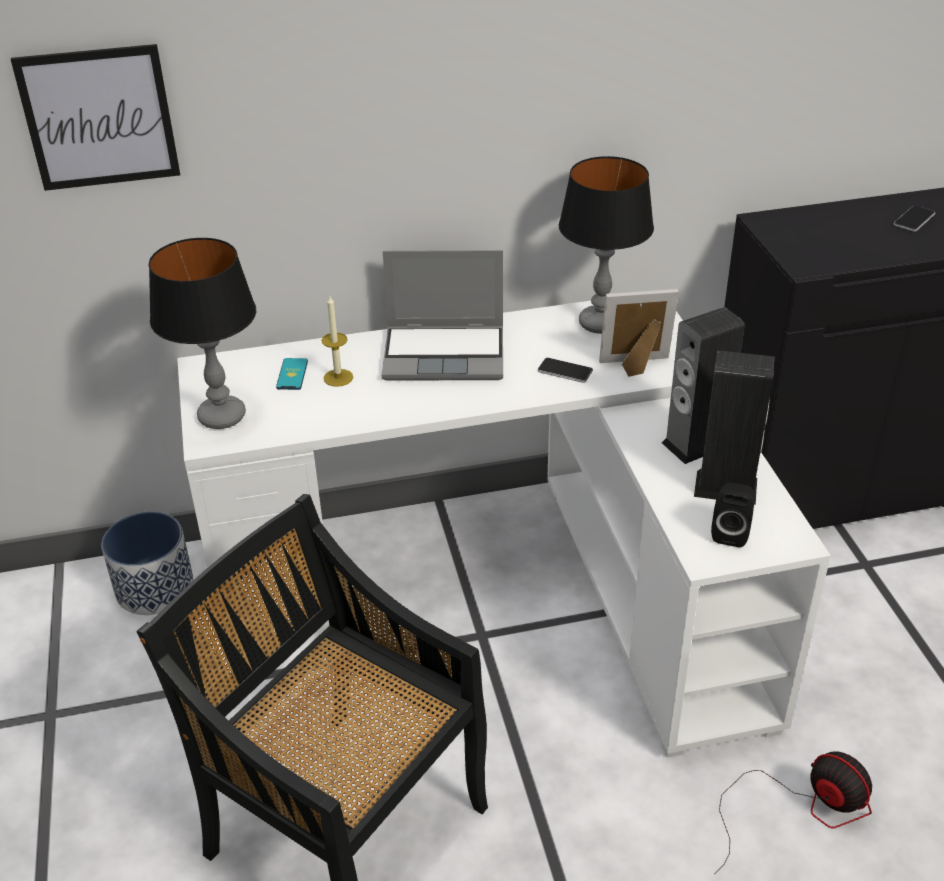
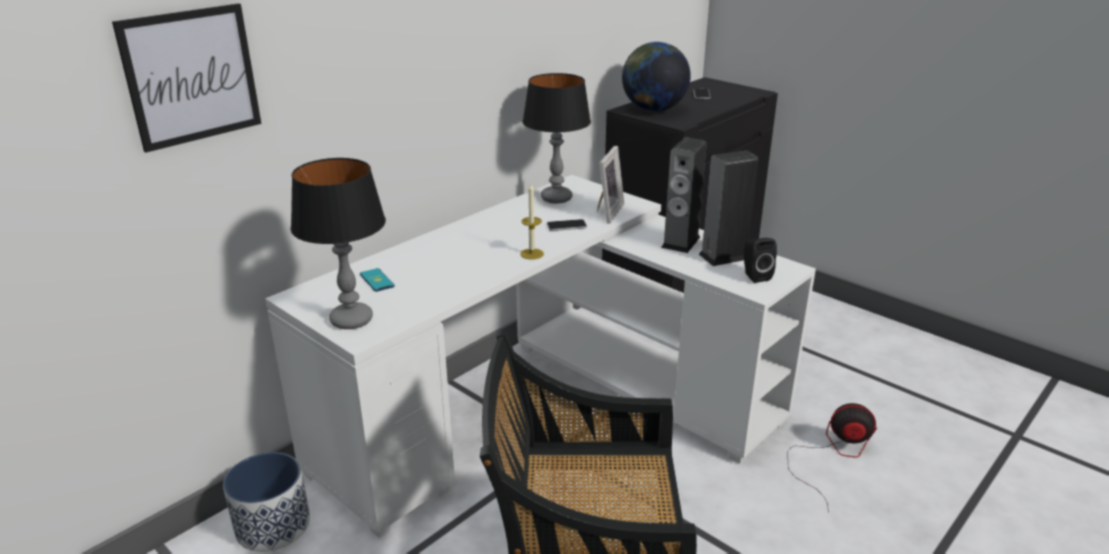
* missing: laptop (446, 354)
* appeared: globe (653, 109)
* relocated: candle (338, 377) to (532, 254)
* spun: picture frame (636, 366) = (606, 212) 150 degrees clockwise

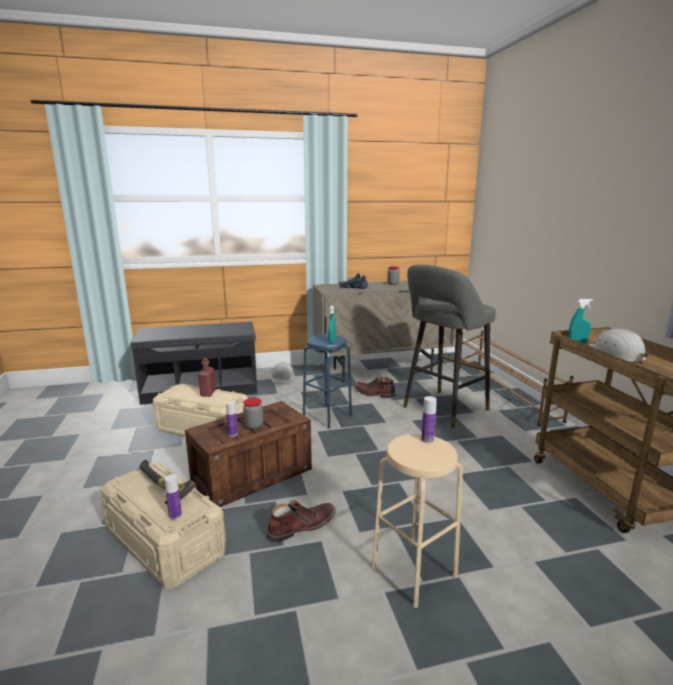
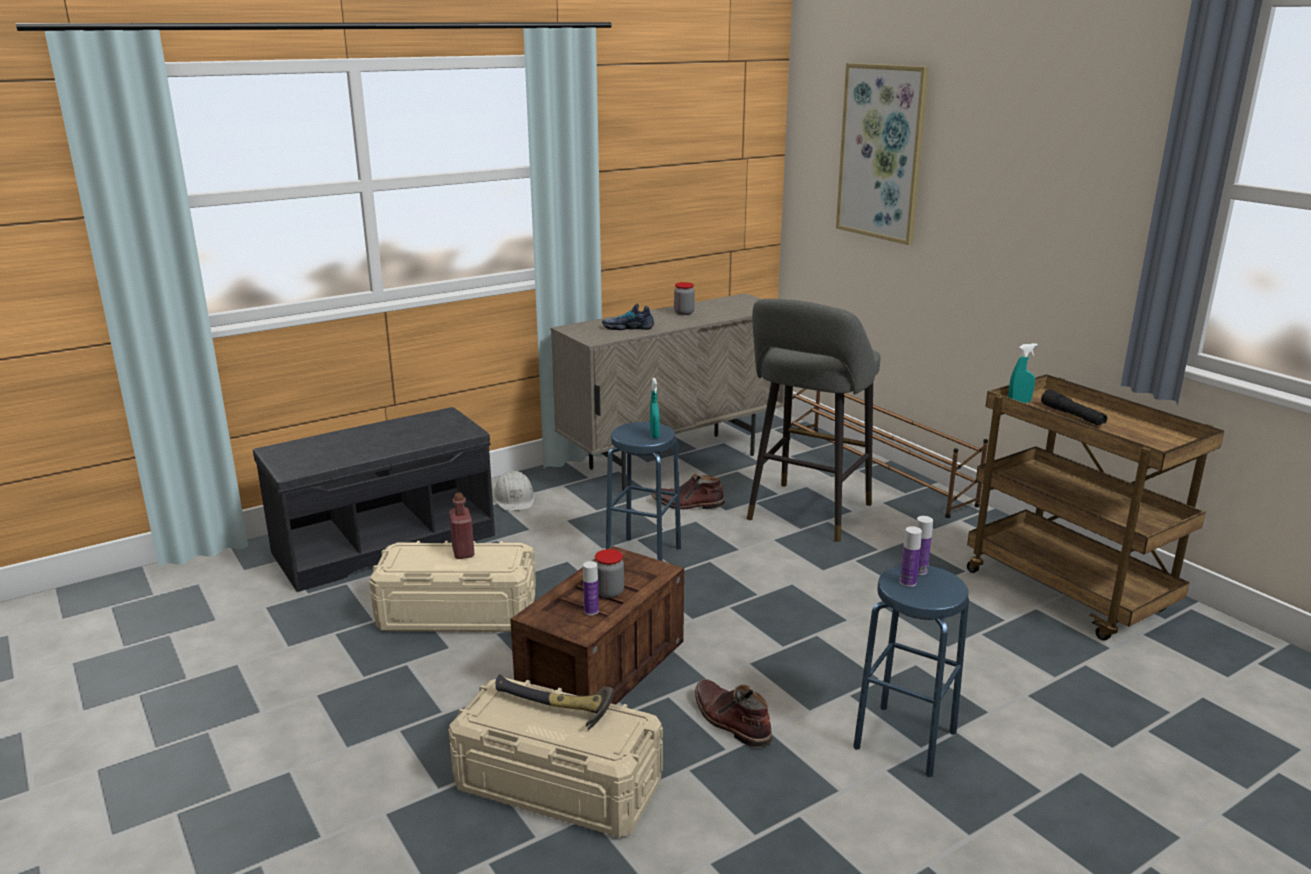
* appeared: picture (882, 152)
* relocated: bottle (175, 515) to (908, 582)
* exchanged: hard hat (white) (615, 354) to flashlight (black) (1072, 415)
* colour: stool (beige) (414, 572) to stool (blue) (905, 740)
* spun: boot (brown) (301, 526) = (730, 721) 75 degrees counterclockwise

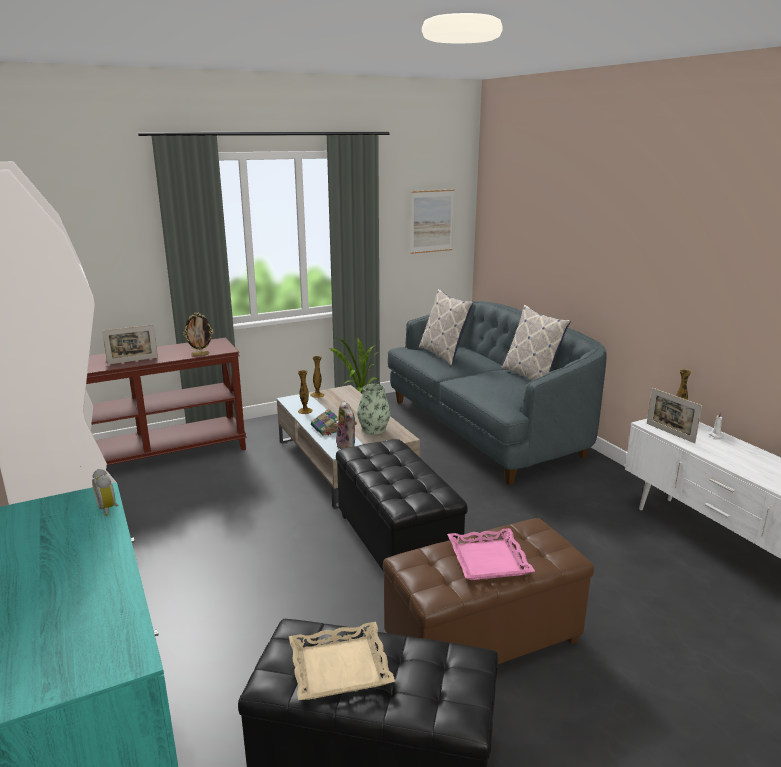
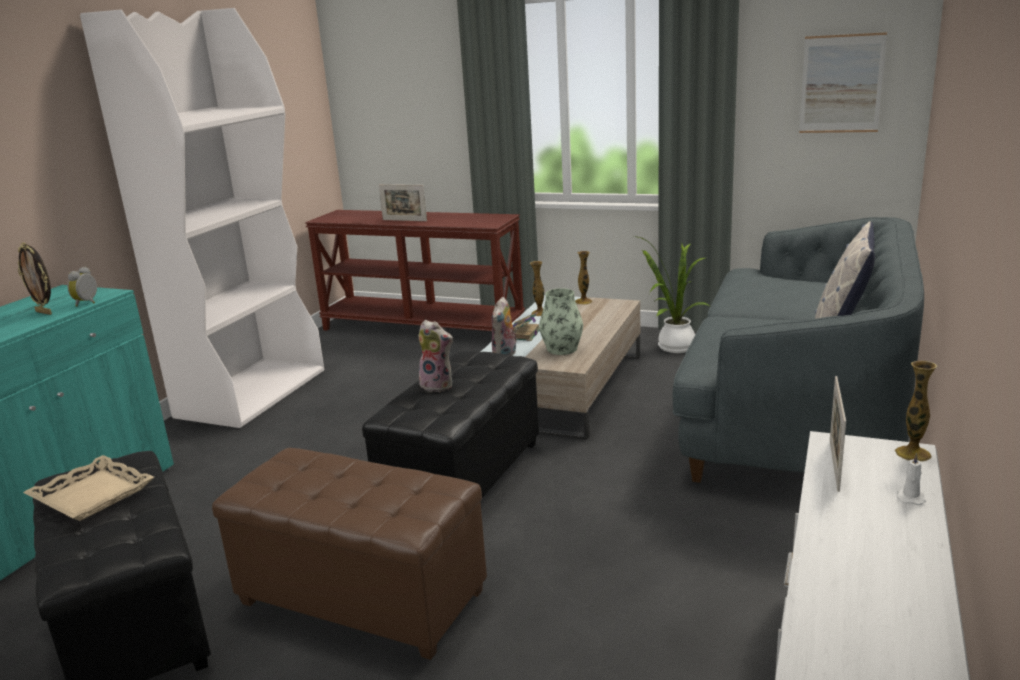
* missing: pillow (443, 355)
* missing: tray (pink) (489, 560)
* appeared: plush toy (439, 385)
* relocated: picture frame (200, 354) to (45, 312)

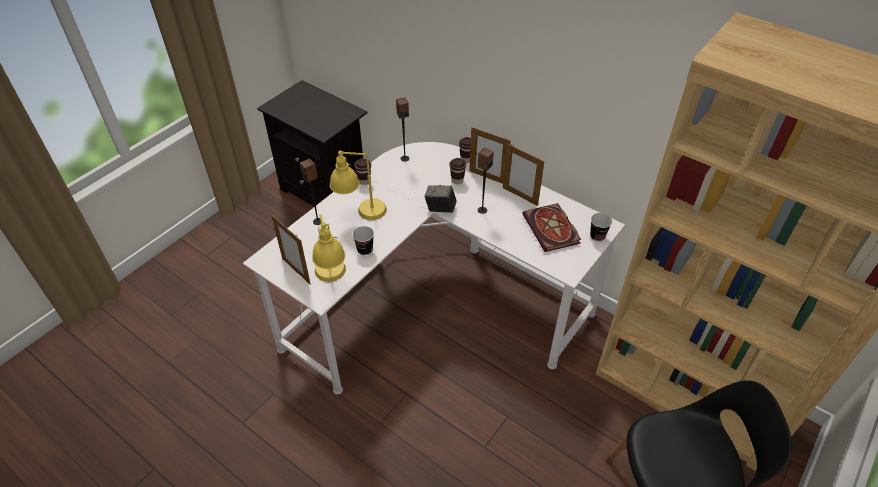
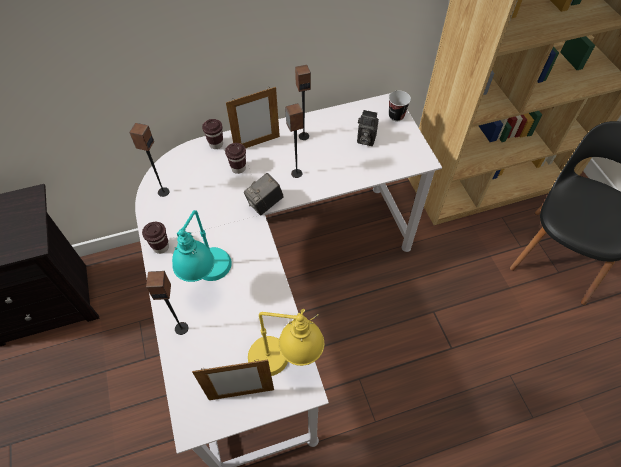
* missing: cup (365, 250)
* exchanged: picture frame (520, 196) to speaker (303, 136)
* exchanged: book (552, 230) to photo camera (365, 139)
* colour: table lamp (yellow) (360, 214) to table lamp (turquoise) (209, 279)

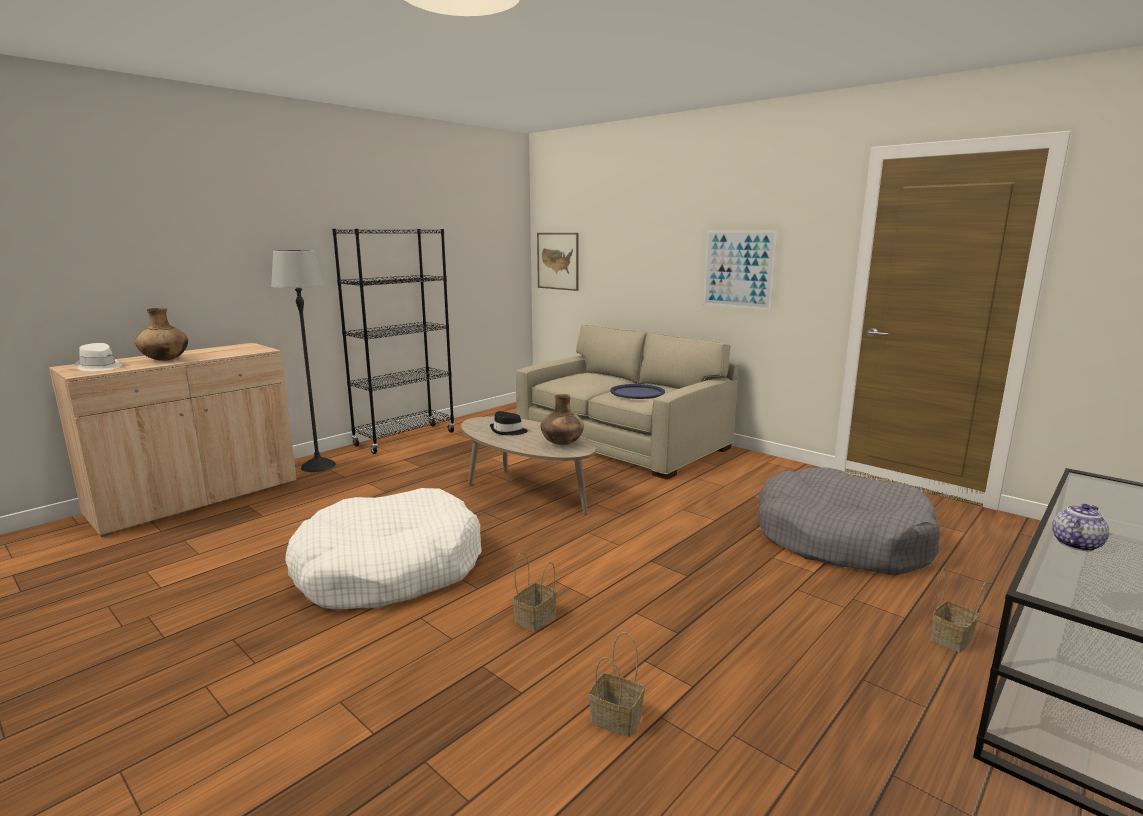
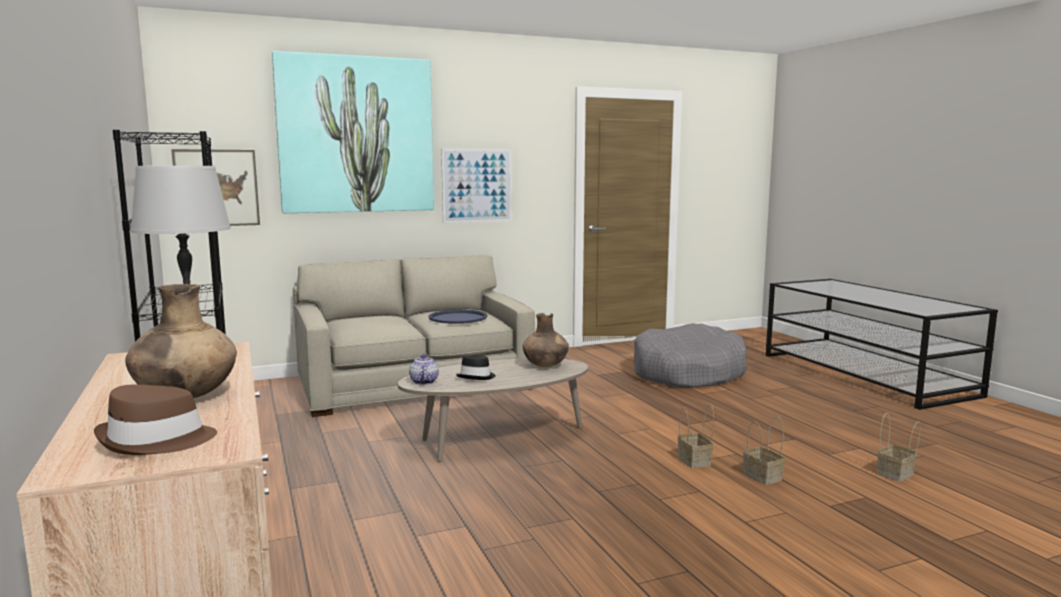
* missing: dog bed (white) (389, 569)
* appeared: picture (356, 135)
* relocated: basket (951, 639) to (695, 461)
* relocated: teapot (1076, 544) to (423, 381)
* colour: hat (white) (99, 367) to hat (brown) (157, 441)

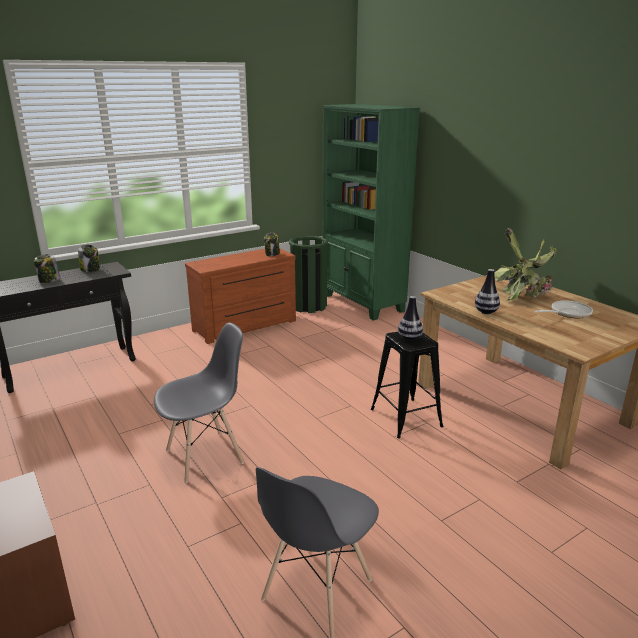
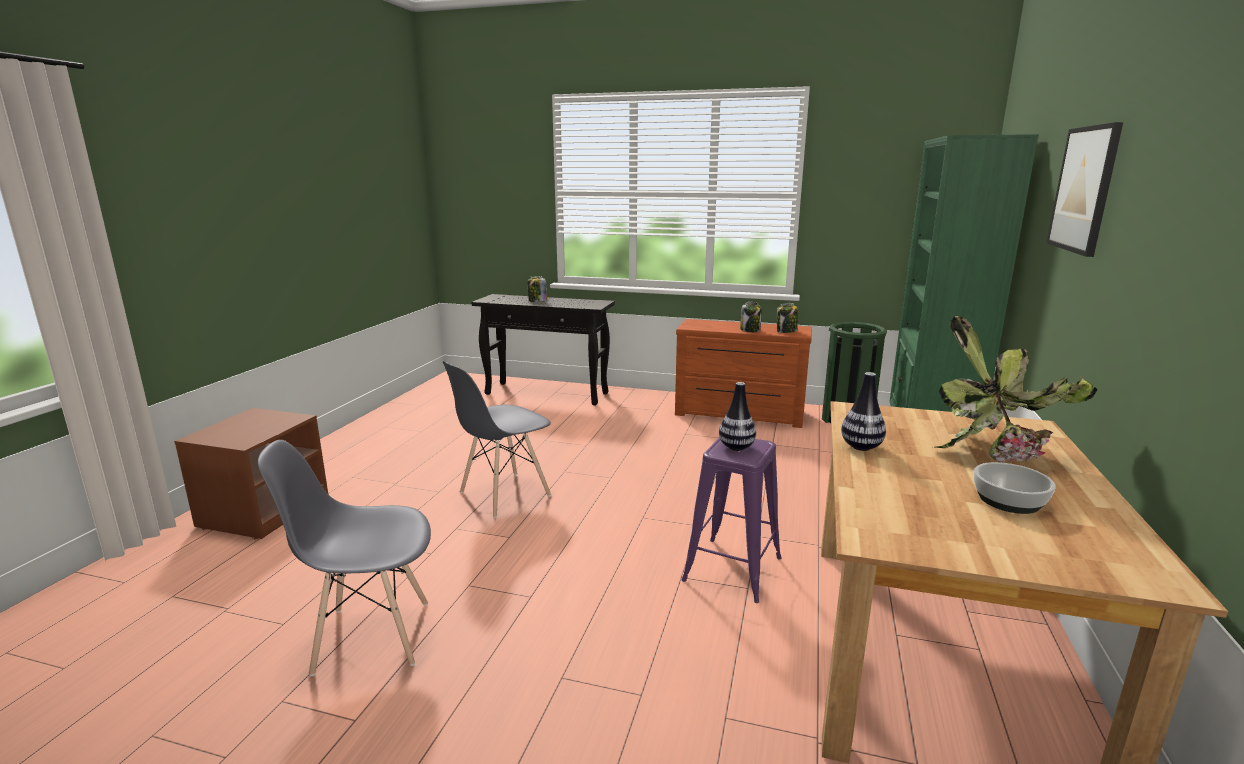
* appeared: picture (1084, 189)
* relocated: jar (90, 269) to (750, 330)
* exchanged: frying pan (567, 313) to bowl (1008, 500)
* colour: stool (black) (406, 418) to stool (purple) (732, 569)
* spun: chair (grey) (205, 456) = (504, 494) 120 degrees clockwise

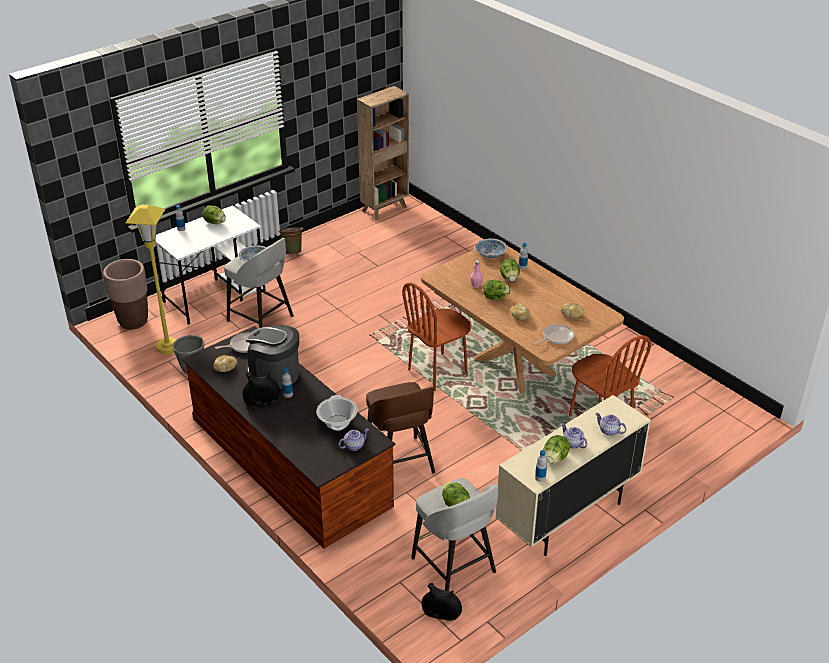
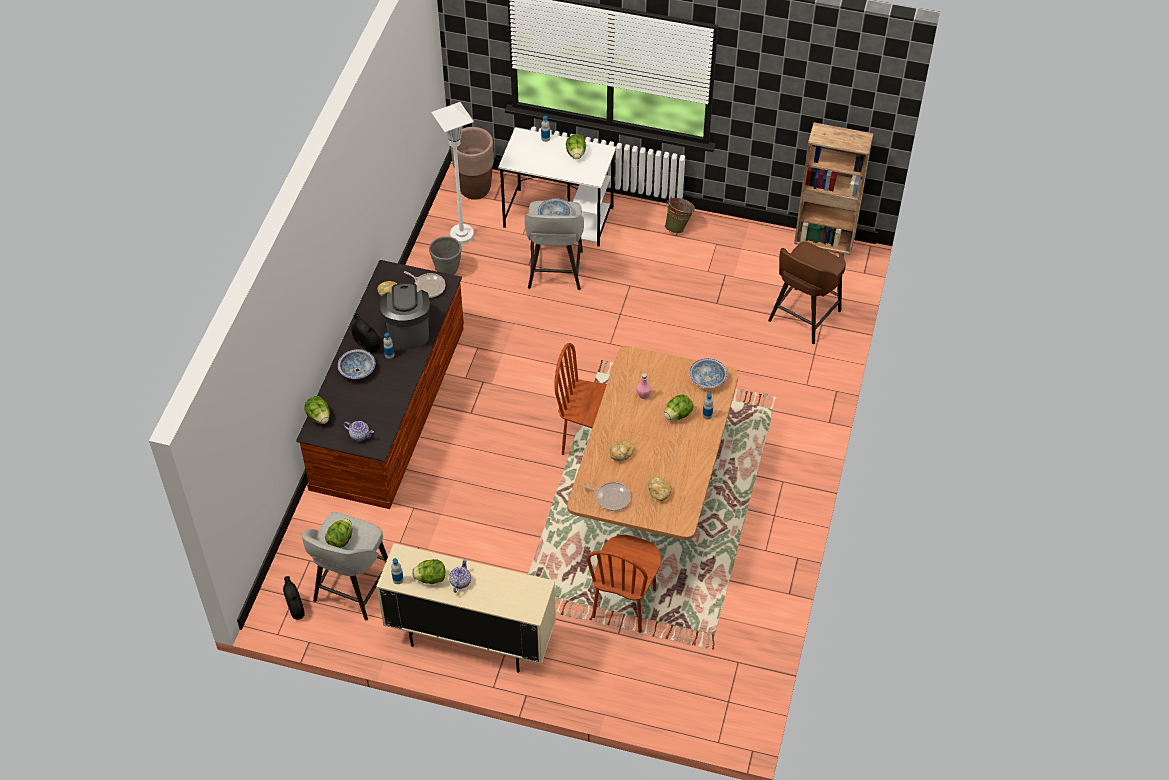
* missing: cooking pot (337, 422)
* missing: teapot (609, 431)
* appeared: bowl (357, 370)
* relocated: stool (brown) (400, 463) to (803, 317)
* relocated: lettuce (495, 297) to (319, 417)
* colour: floor lamp (yellow) (168, 347) to floor lamp (white) (461, 235)

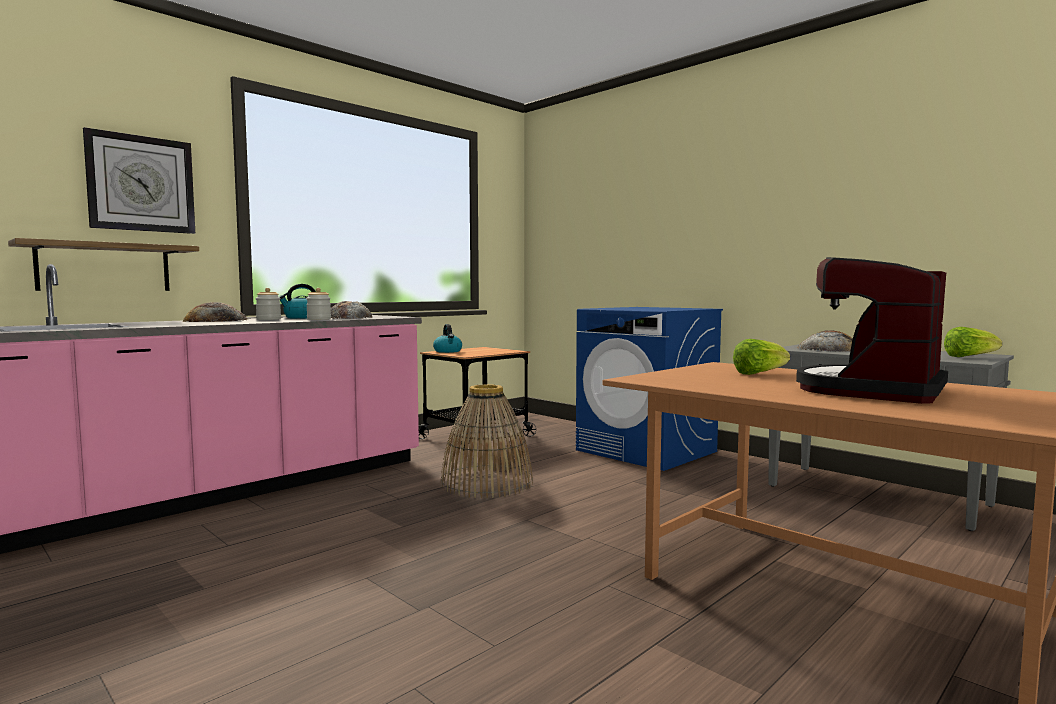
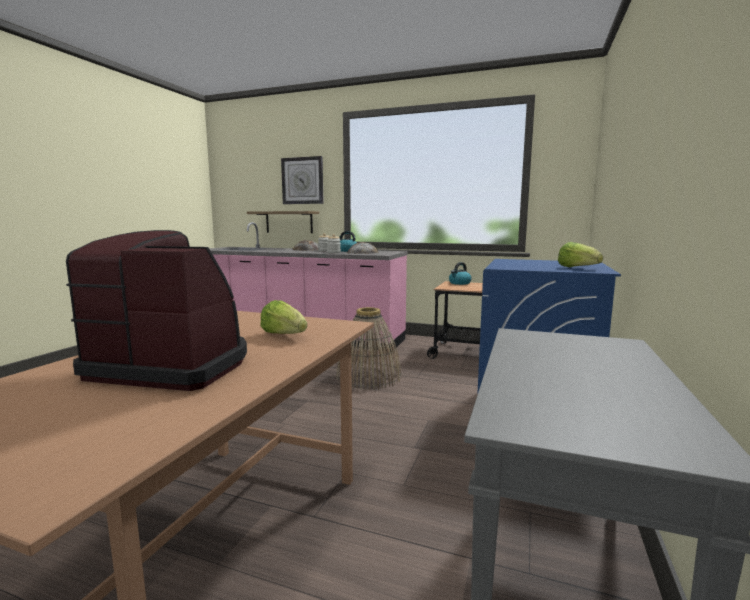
* missing: bread (829, 349)
* relocated: lettuce (969, 357) to (577, 268)

